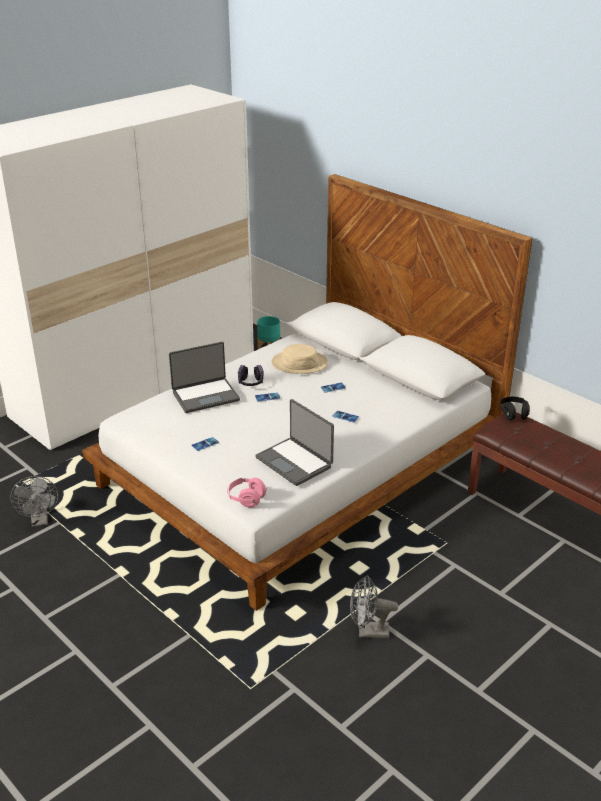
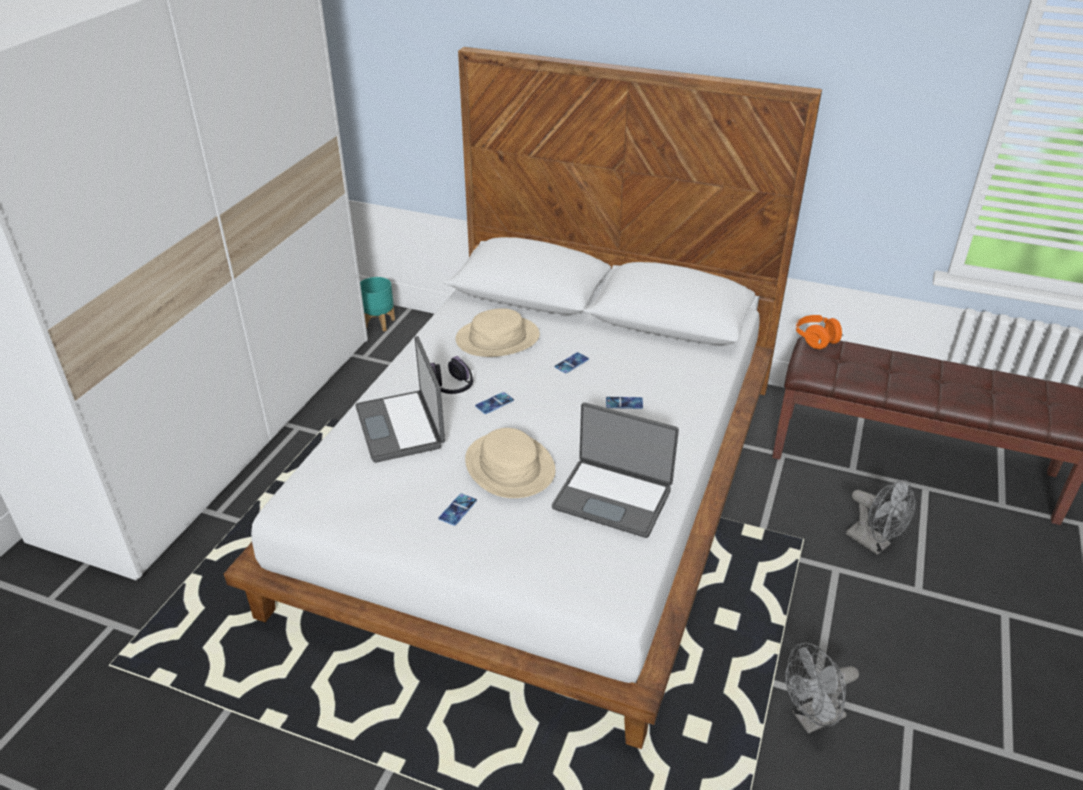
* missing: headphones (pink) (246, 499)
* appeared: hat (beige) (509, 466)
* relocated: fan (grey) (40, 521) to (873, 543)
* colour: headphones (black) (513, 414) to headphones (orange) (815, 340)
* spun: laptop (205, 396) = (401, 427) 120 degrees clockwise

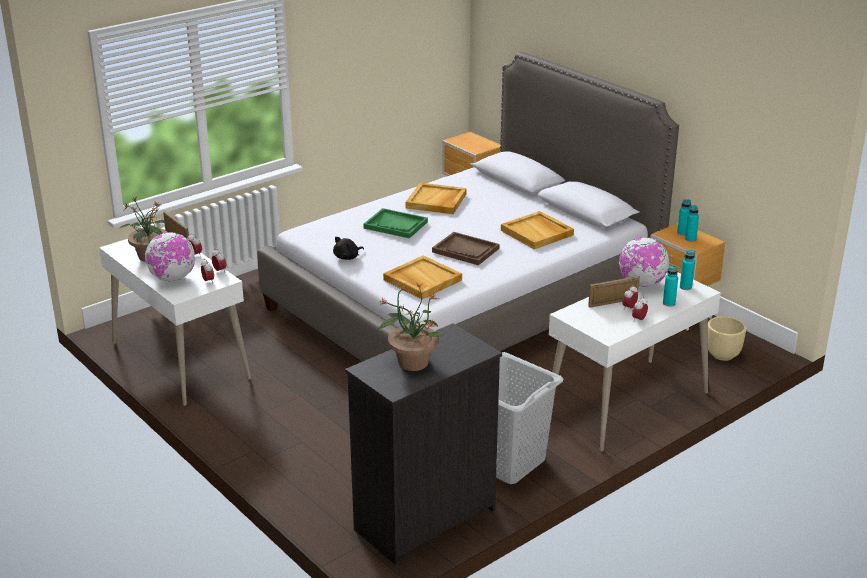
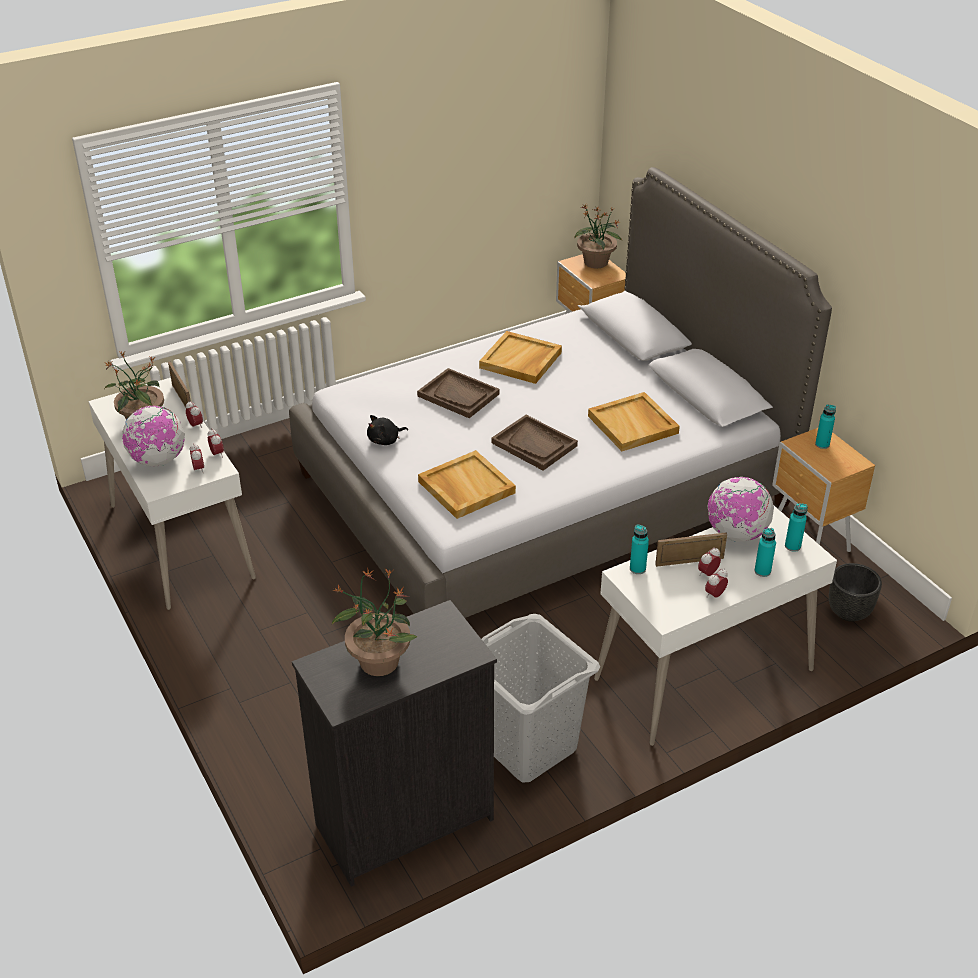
* appeared: potted plant (596, 263)
* relocated: bottle (turquoise) (690, 239) to (637, 569)
* colour: tray (green) (396, 225) to tray (brown) (458, 395)
* colour: planter (beige) (723, 355) to planter (black) (849, 612)

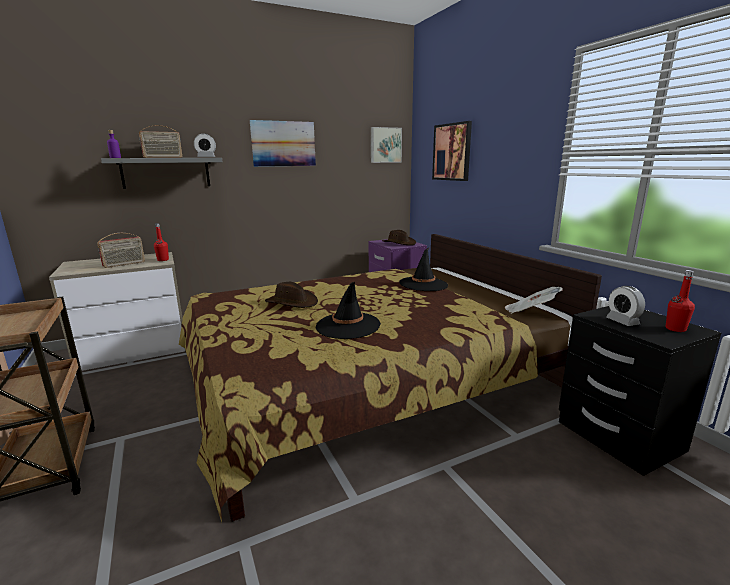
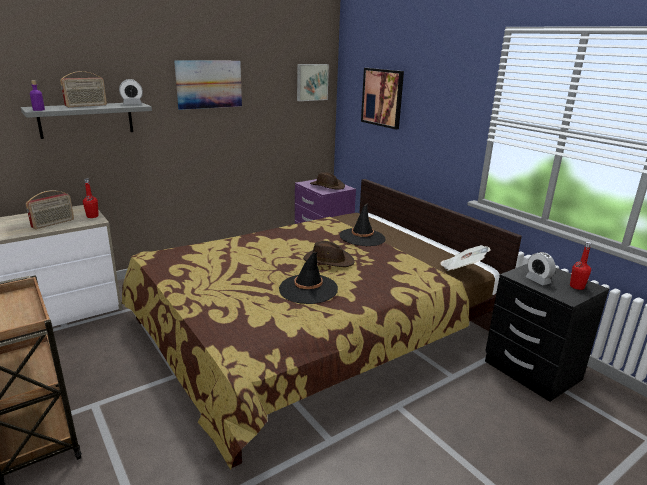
* relocated: hat (brown) (292, 302) to (328, 260)

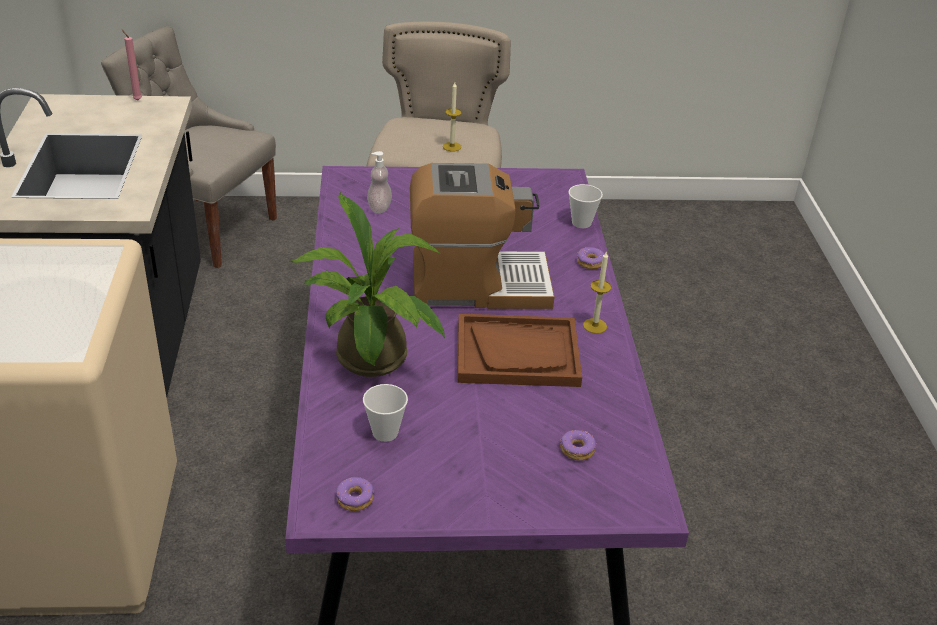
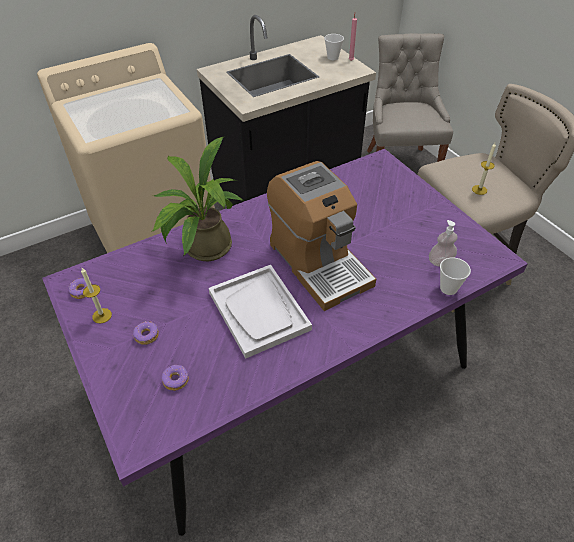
* relocated: cup (385, 432) to (333, 57)
* relocated: soap dispenser (379, 208) to (440, 261)
* relocated: donut (590, 263) to (146, 336)
* relocated: candle (595, 326) to (102, 315)
* colour: tray (brown) (518, 353) to tray (white) (259, 311)

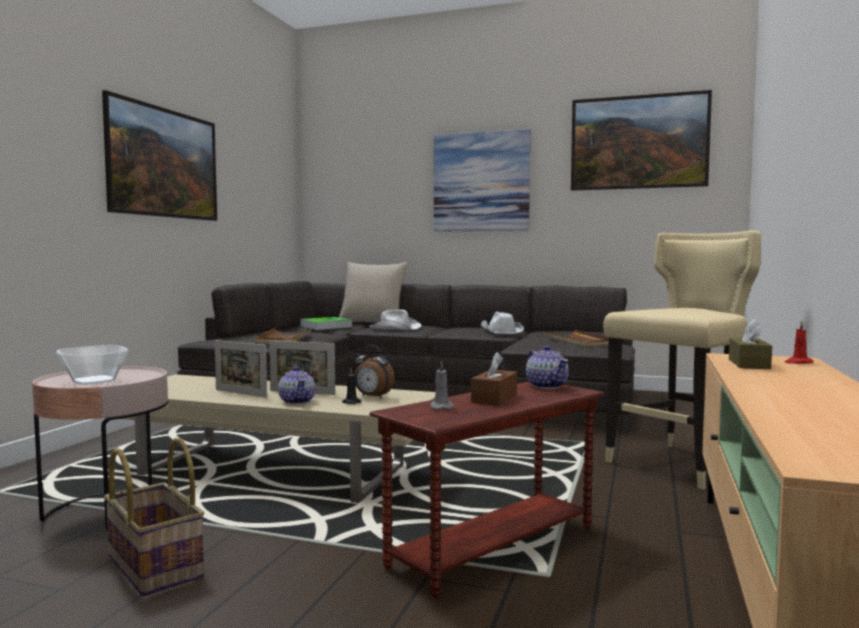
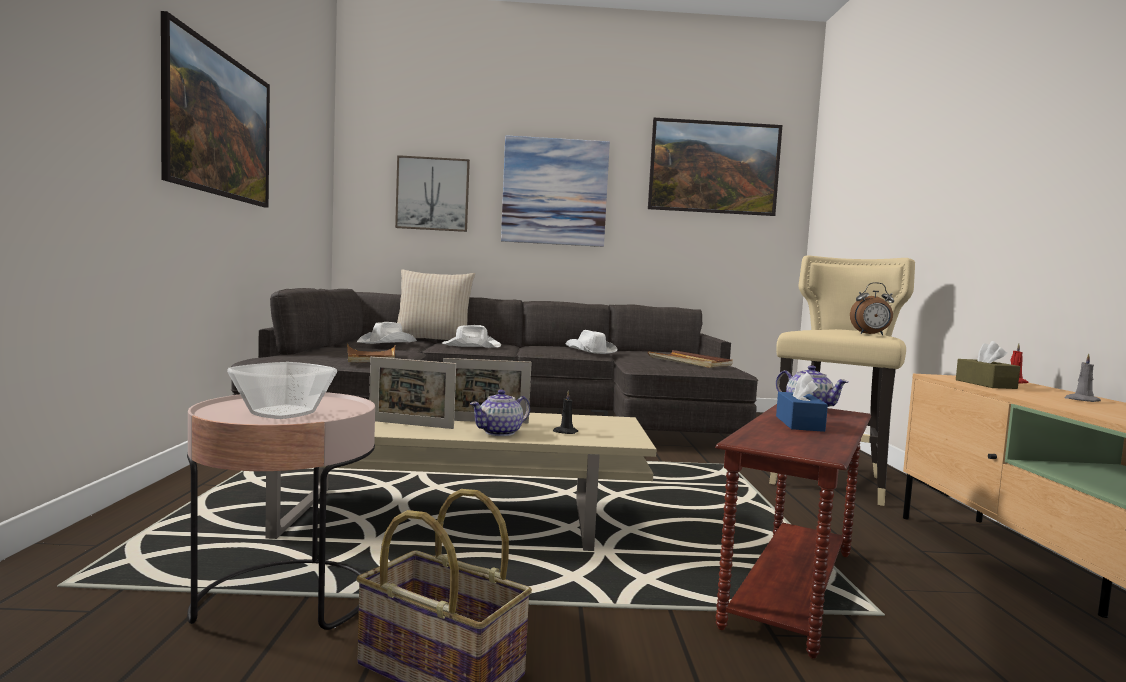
* appeared: picture (432, 194)
* relocated: alarm clock (372, 397) to (871, 334)
* relocated: candle (grey) (441, 407) to (1081, 400)
* exchanged: tray (326, 326) to hat (white) (387, 343)
* colour: tissue box (brown) (494, 398) to tissue box (blue) (799, 423)
* spun: teapot (297, 401) = (500, 432) 90 degrees clockwise

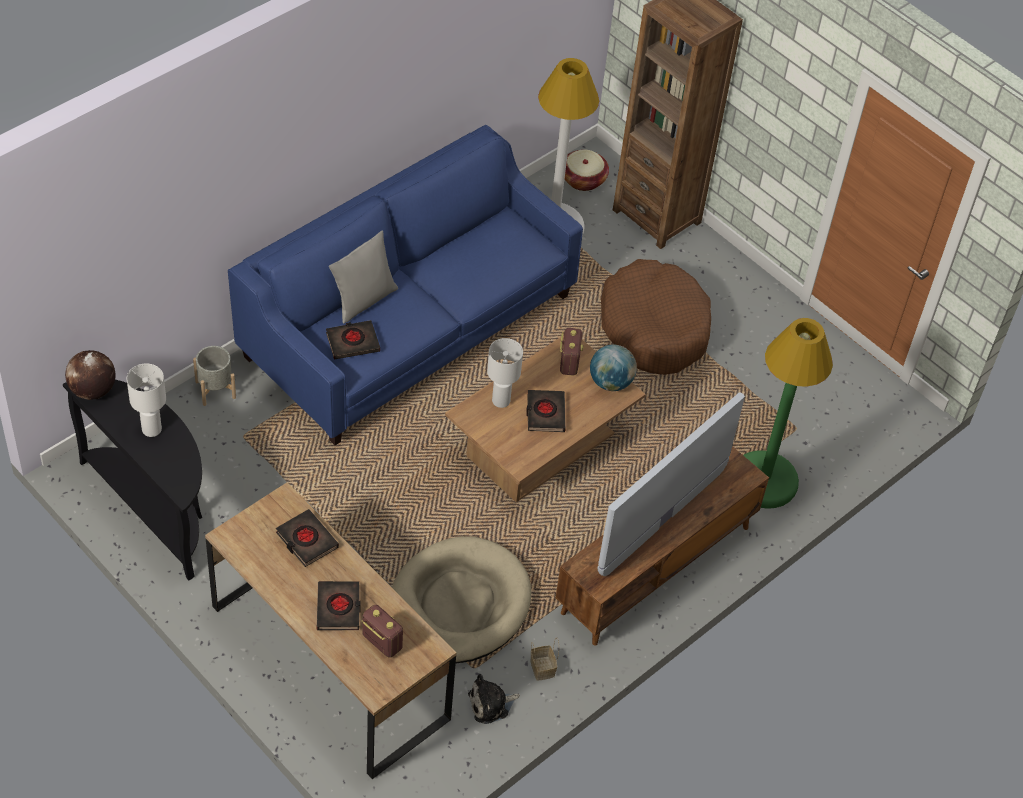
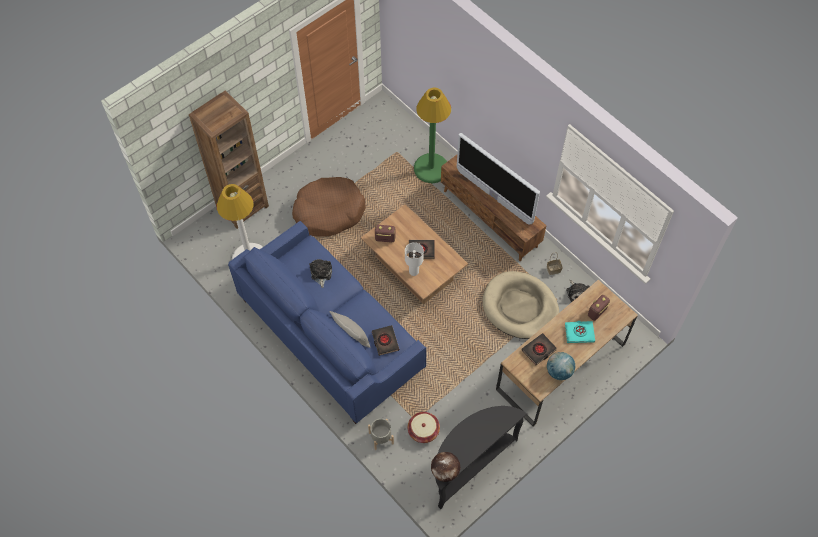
* missing: table lamp (white) (151, 429)
* appeared: plush toy (321, 273)
* relocated: basket (583, 179) to (423, 430)
* relocated: globe (611, 382) to (559, 371)
* colour: book (black) (338, 608) to book (turquoise) (579, 333)

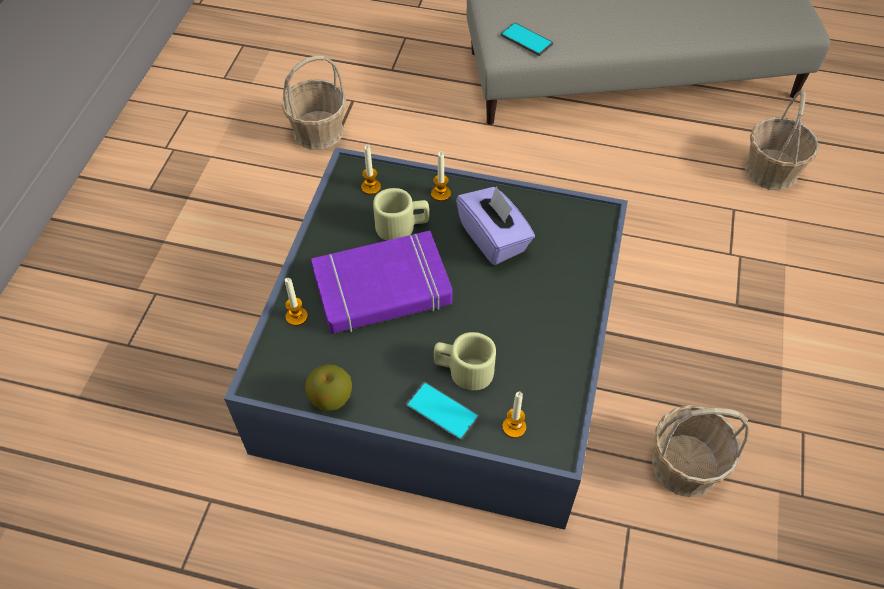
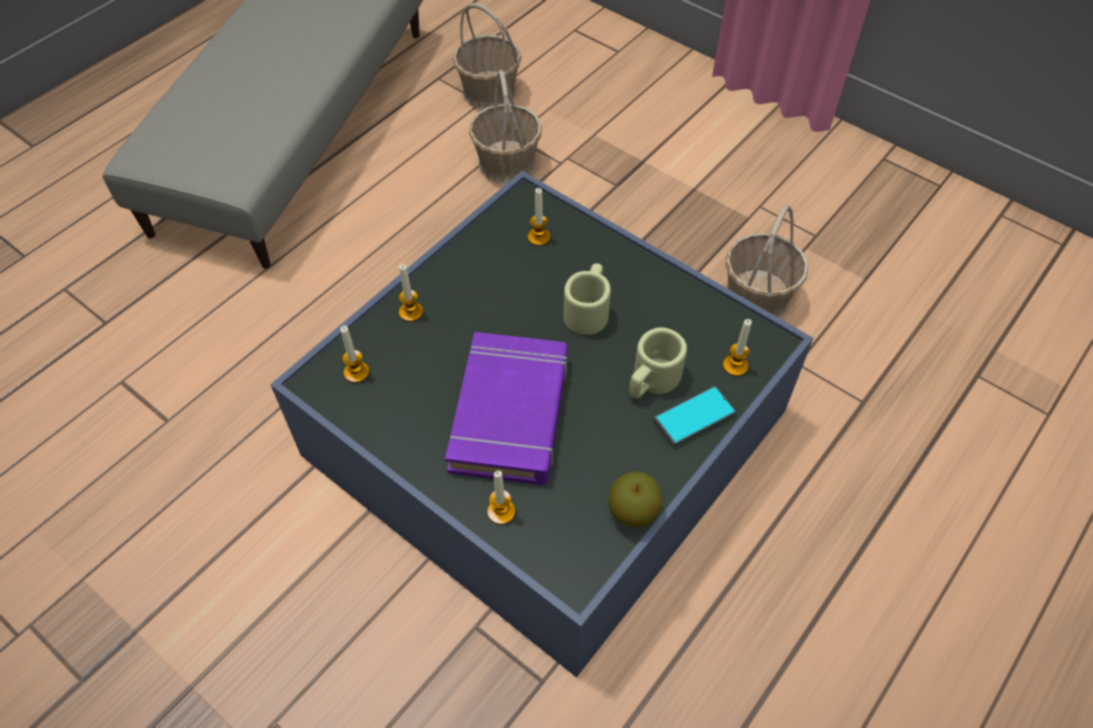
* missing: tissue box (purple) (494, 238)
* missing: phone (526, 40)
* appeared: candle (539, 237)
* relocated: basket (318, 131) to (506, 163)
* relocated: mug (beige) (402, 226) to (588, 310)

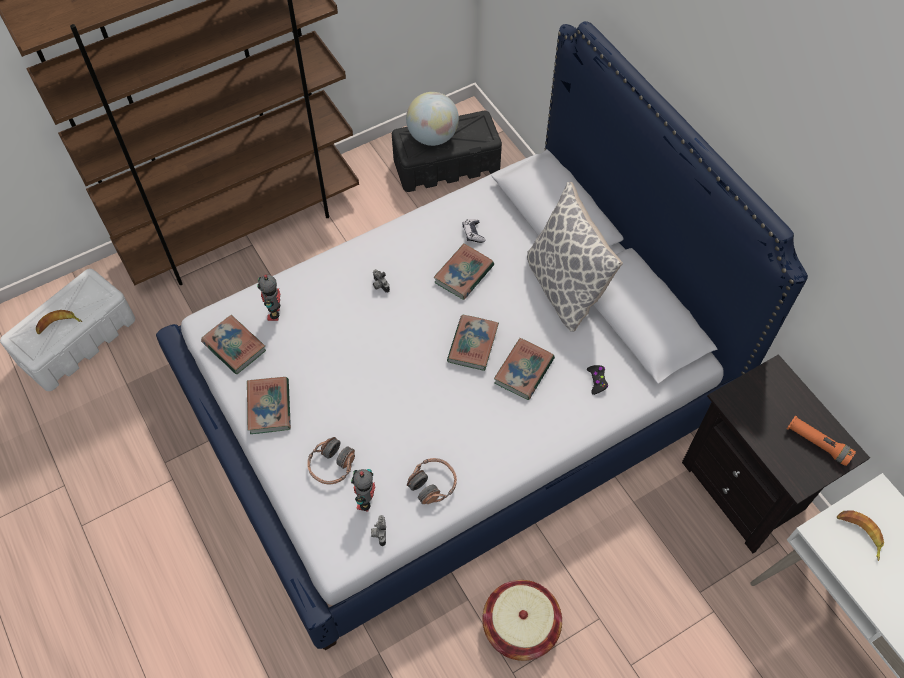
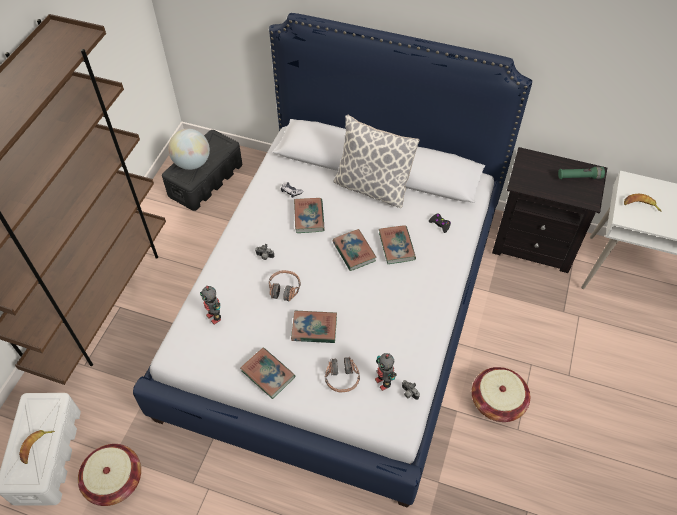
* appeared: basket (114, 480)
* relocated: book (234, 347) to (314, 329)
* relocated: headphones (432, 484) to (284, 289)
* colour: flashlight (orange) (817, 444) to flashlight (green) (579, 177)

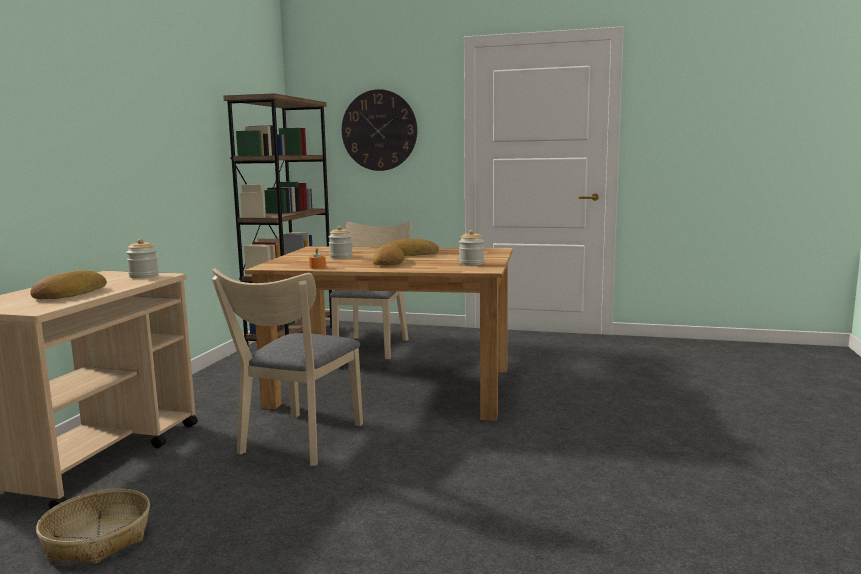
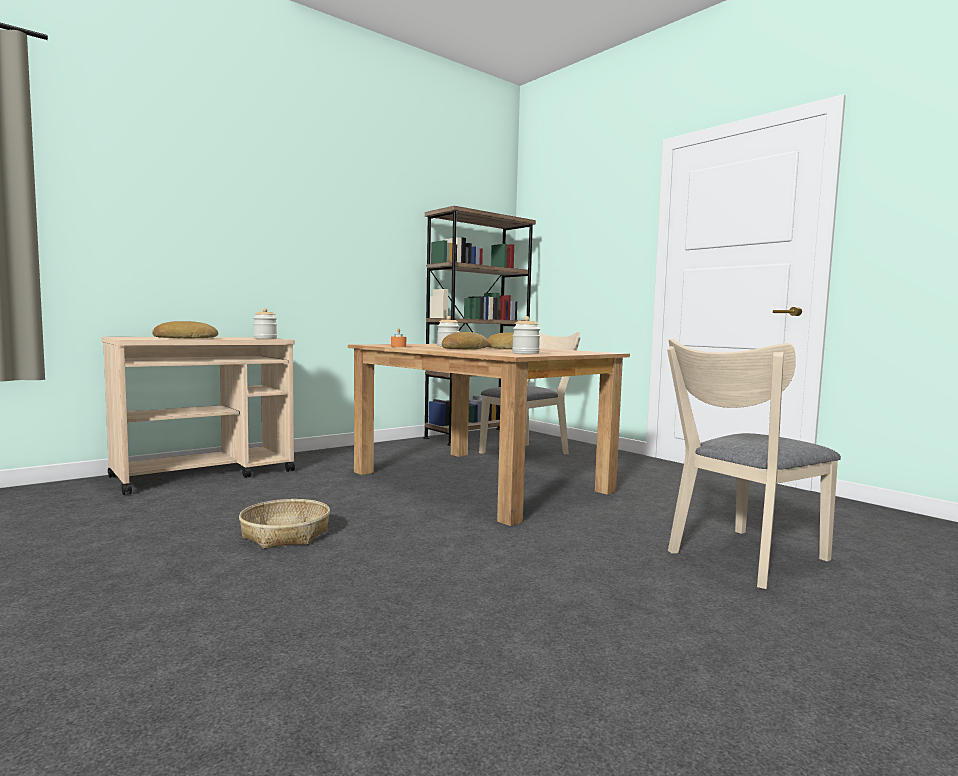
* missing: wall clock (379, 130)
* relocated: basket (97, 539) to (285, 534)
* relocated: chair (beige) (297, 442) to (741, 558)

